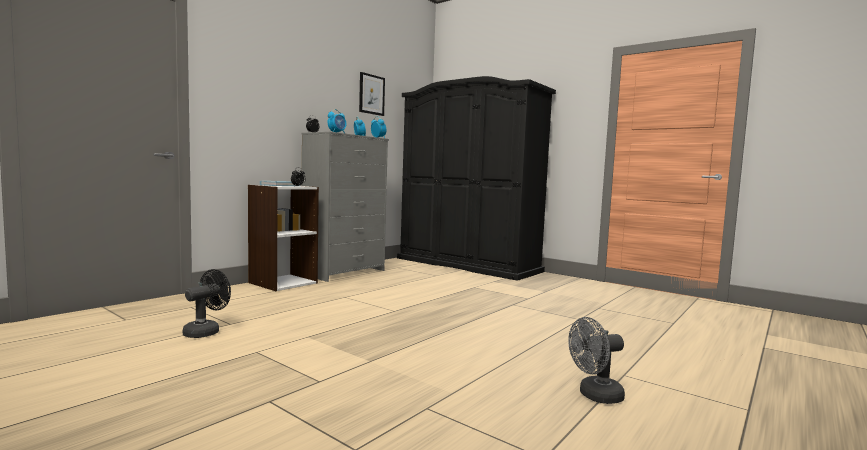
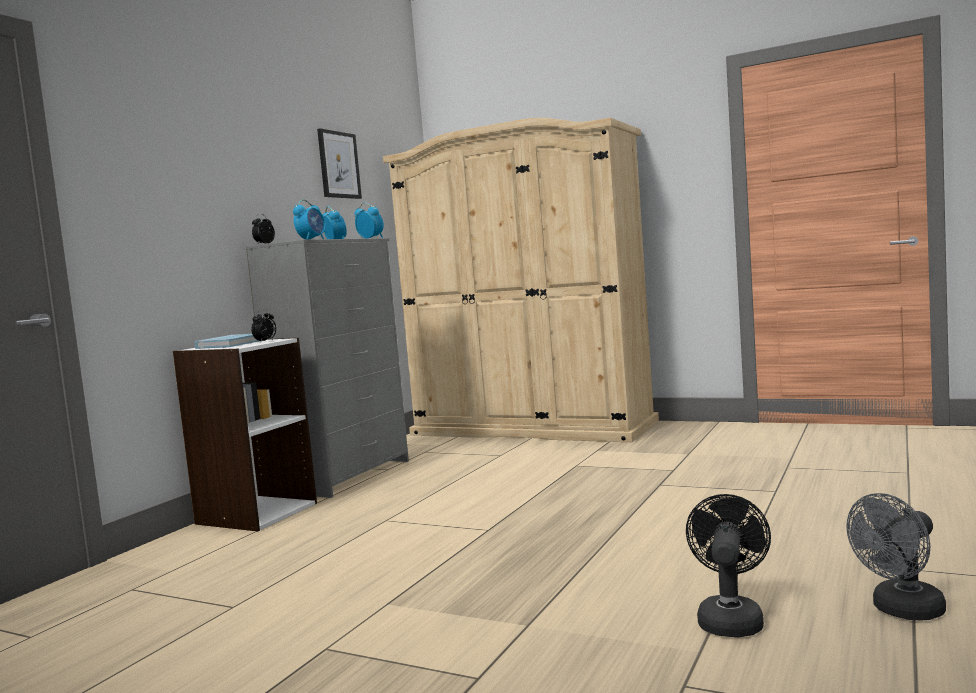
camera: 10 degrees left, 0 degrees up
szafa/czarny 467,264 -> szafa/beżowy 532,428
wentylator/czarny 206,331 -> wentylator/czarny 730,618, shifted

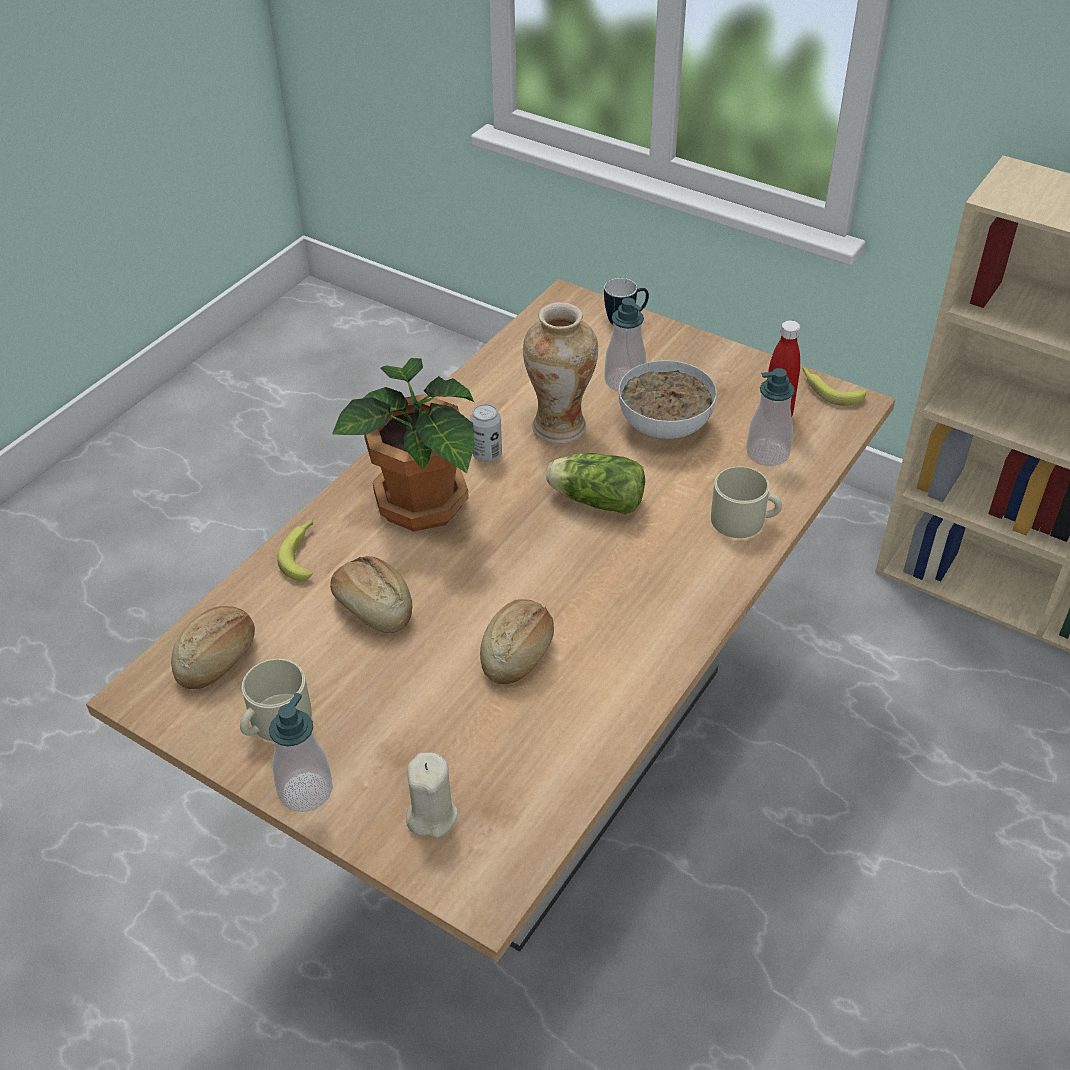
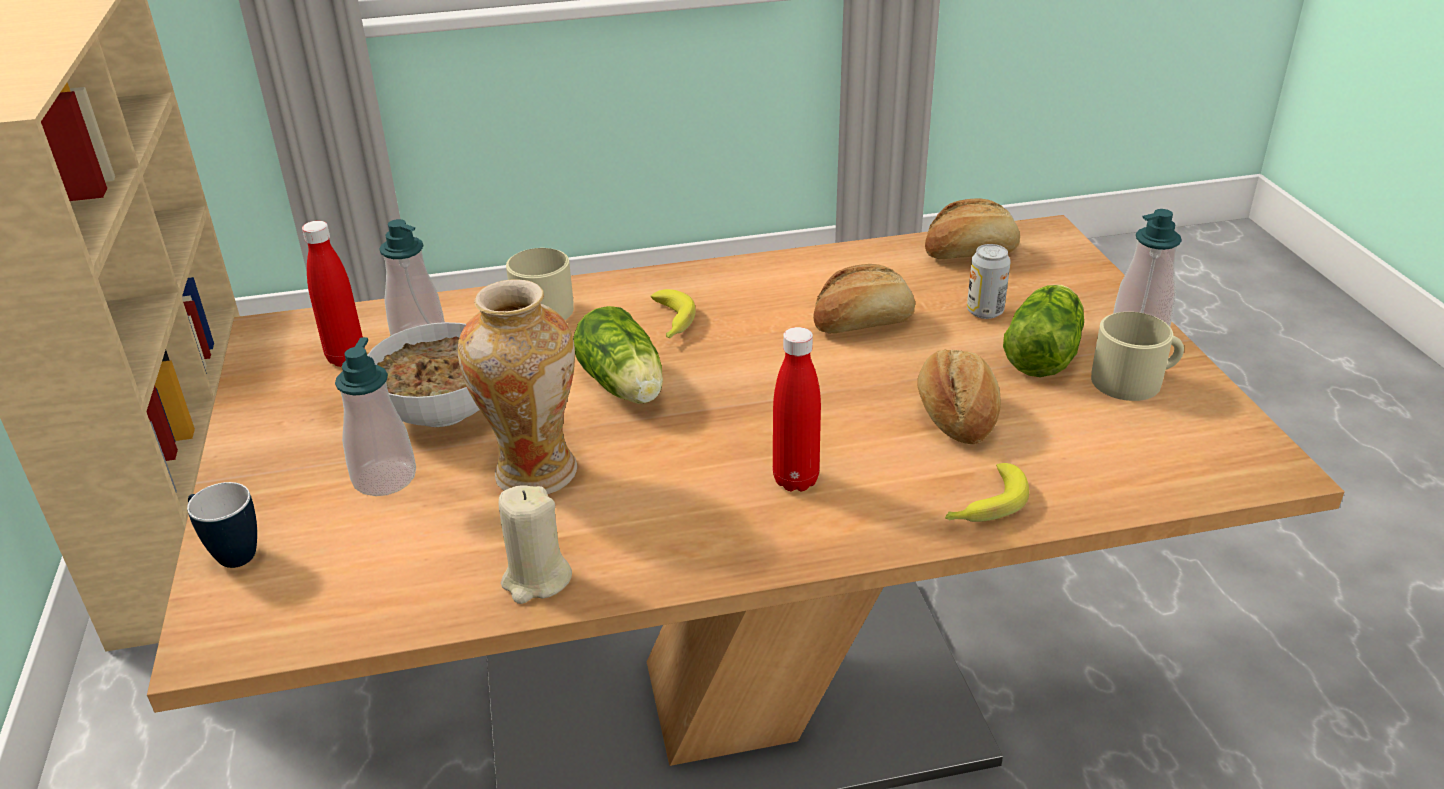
camera: 135 degrees left, 10 degrees down
roślina doniczkowa 421,505 -> butelka/czerwony 795,480
banan 829,390 -> banan 671,323, shifted
puszka 487,454 -> puszka 985,311, shifted
chleb 219,659 -> chleb 969,252, shifted
świeca/beżowy 431,815 -> świeca/beżowy 536,579, shifted
none -> sałata 1044,352

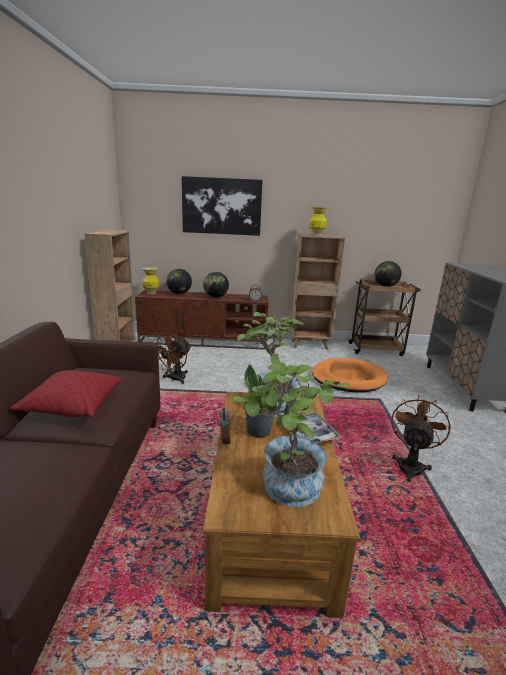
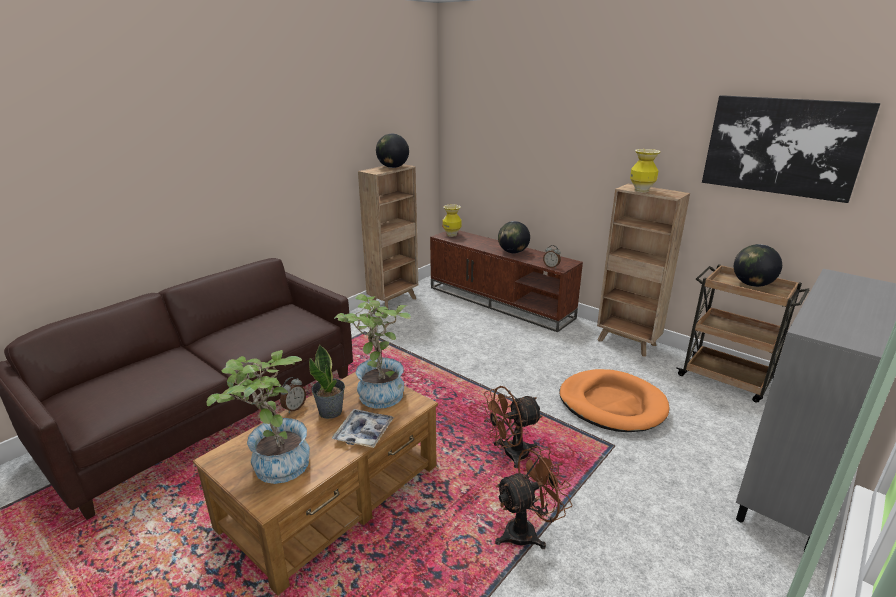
camera: 40 degrees right, 5 degrees up
obraz 221,206 -> obraz 782,146, shifted
globus 179,293 -> globus 393,167, shifted
wentylator/brązowy 174,379 -> wentylator/brązowy 509,454, shifted
poduszka/czerwony 72,406 -> none

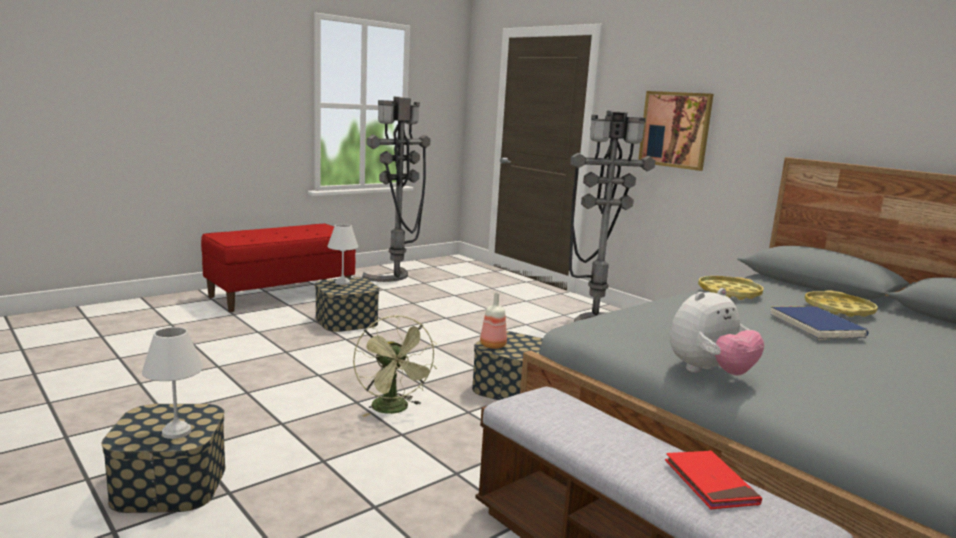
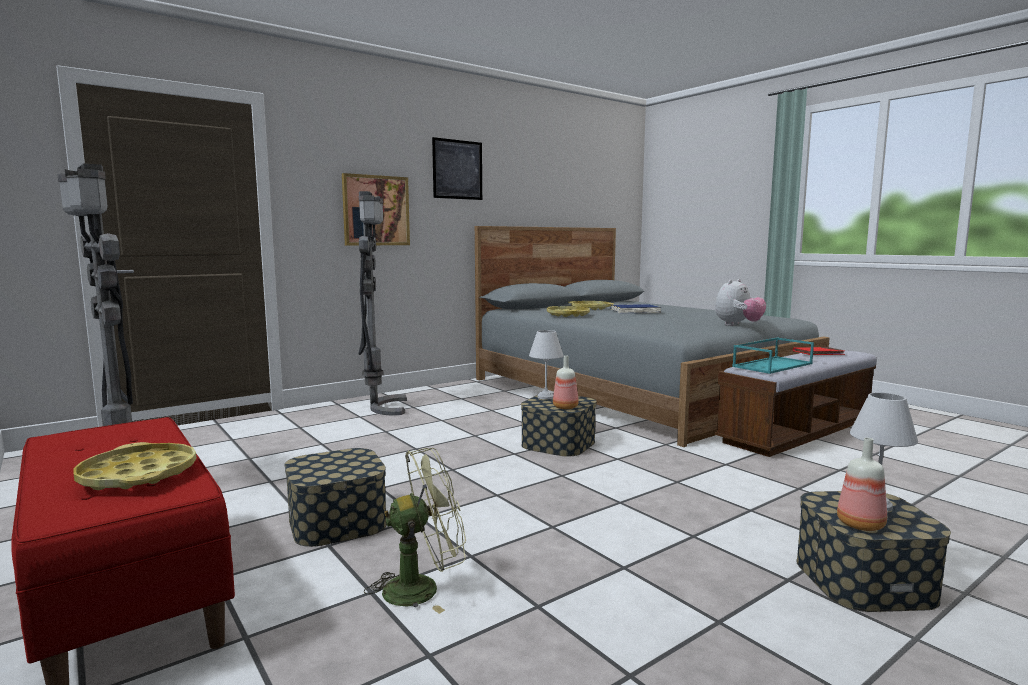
camera: 85 degrees left, 5 degrees down
lampa stołowa/biały 342,282 -> lampa stołowa/biały 545,397, shifted
pluszak 709,373 -> pluszak 738,325, 75 degrees clockwise
wentylator/zielony 394,410 -> wentylator/zielony 422,587, shifted
none -> obraz 457,169
none -> taca/turkusowy 772,365
none -> butelka 862,525
none -> taca/żółty 138,475

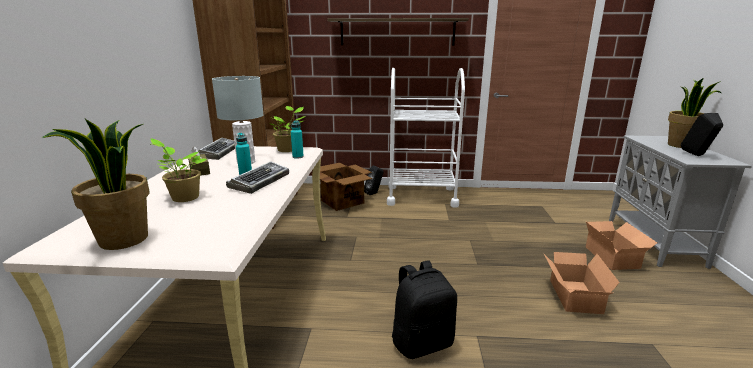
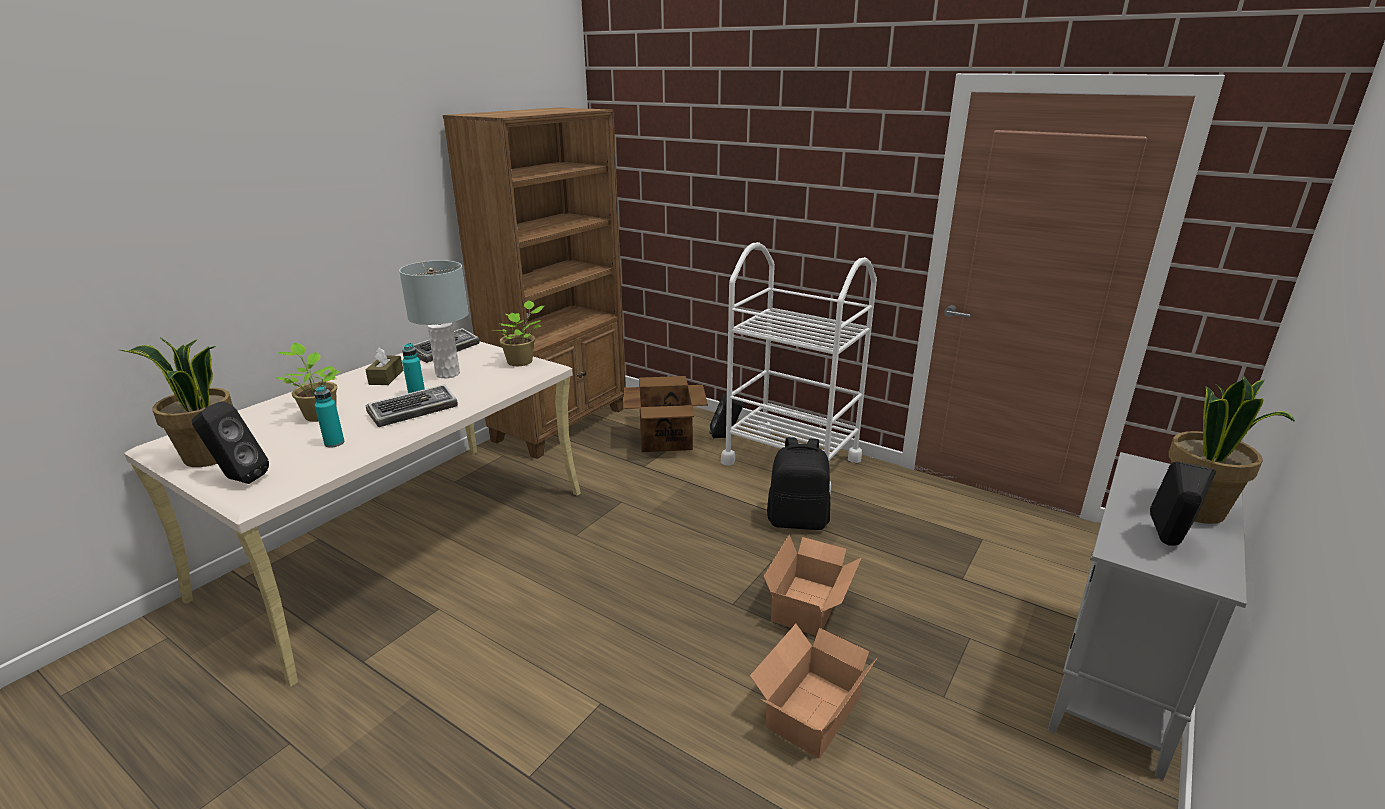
camera: 30 degrees right, 5 degrees up
półka 397,32 -> none
butelka/turkusowy 298,157 -> butelka/turkusowy 334,443, shifted
karton 613,256 -> karton 810,605, shifted
plecak/czarny 422,342 -> plecak/czarny 798,520, shifted
none -> głośnik/czarny 238,479

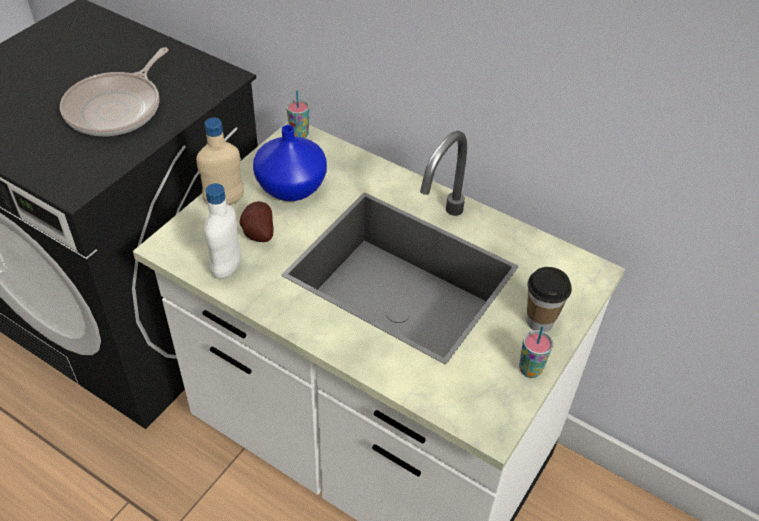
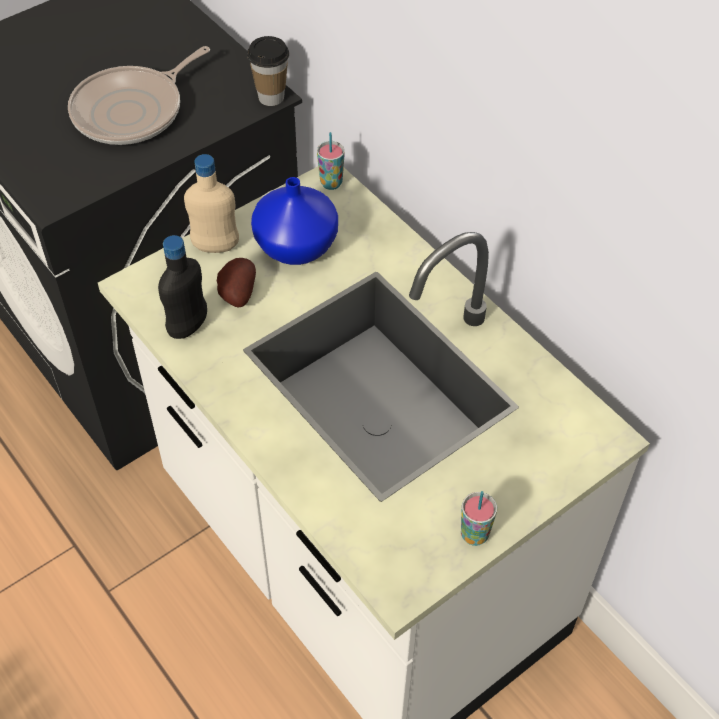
camera: 20 degrees right, 5 degrees up
butelka/biały 227,267 -> butelka/czarny 188,326
filiżanka 539,321 -> filiżanka 271,97, shifted

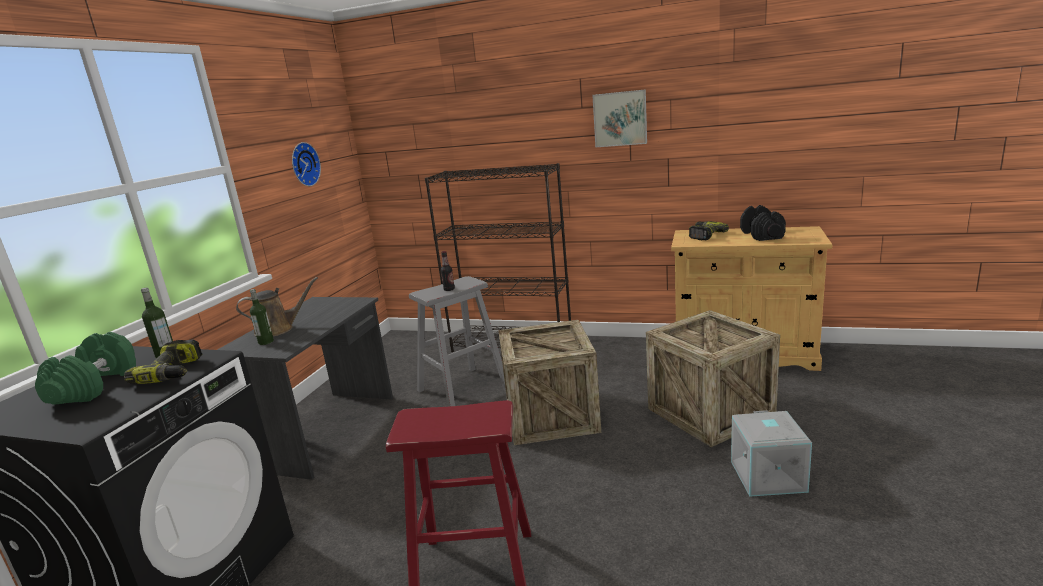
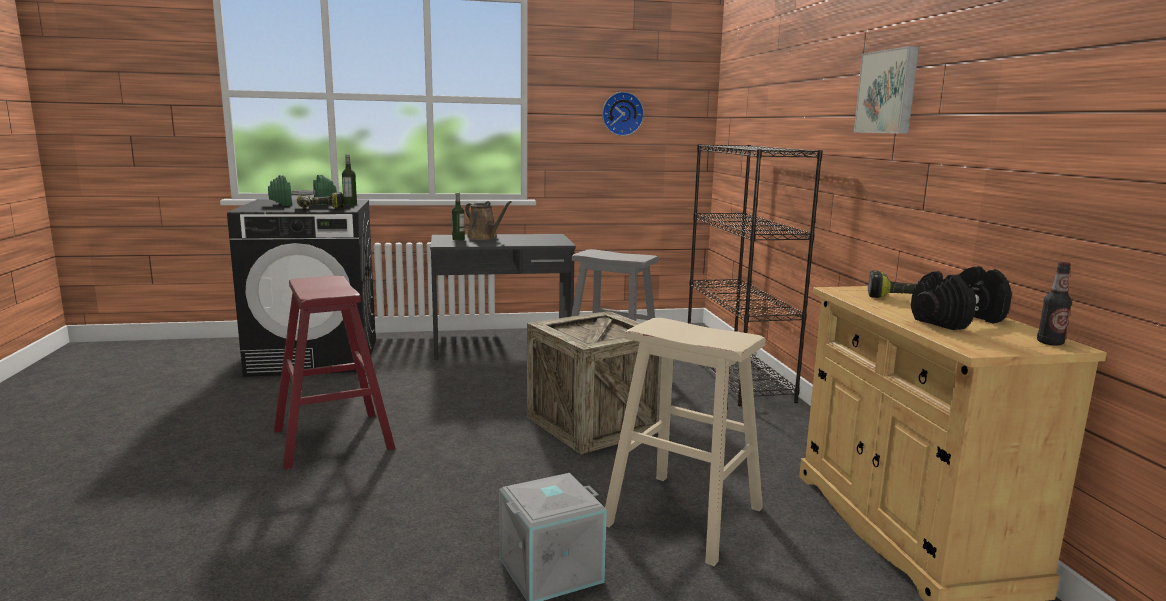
camera: 60 degrees right, 5 degrees down
butelka 449,289 -> butelka 1050,343, shifted
skrzynka 710,412 -> stołek/beżowy 684,516

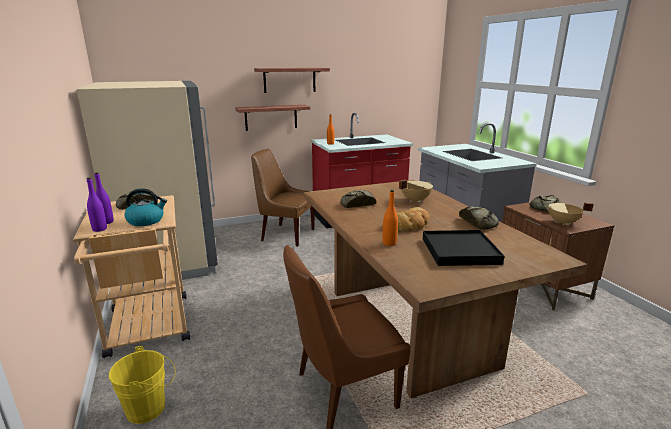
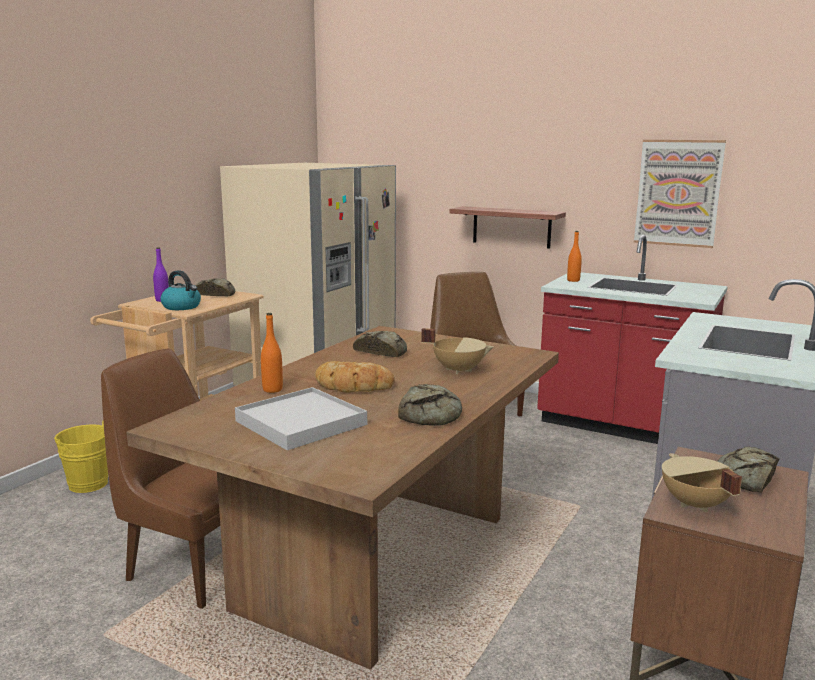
camera: 50 degrees right, 5 degrees down
półka 289,80 -> none
butelka/fioletowy 99,229 -> none
taca/czarny 459,251 -> taca/biały 301,423
none -> obraz 678,193

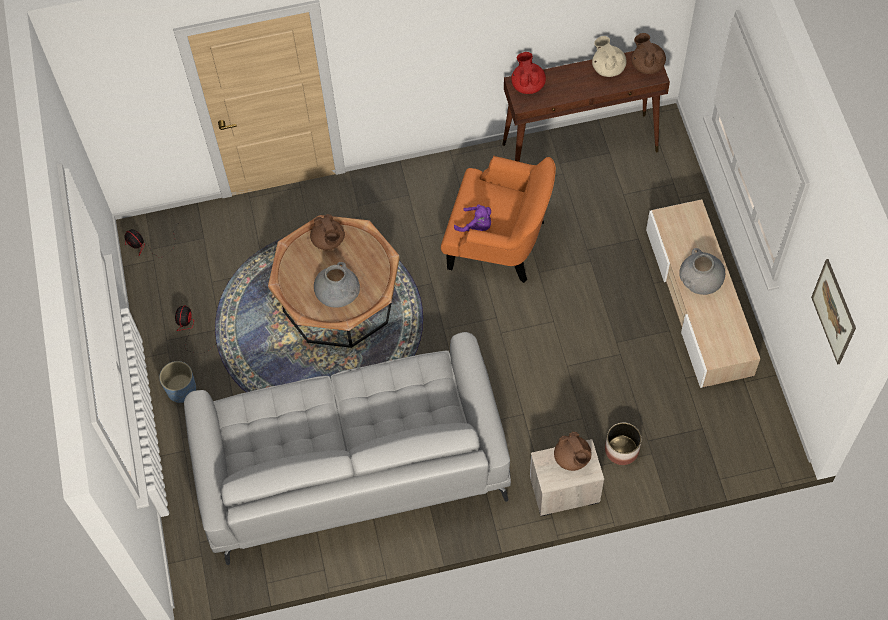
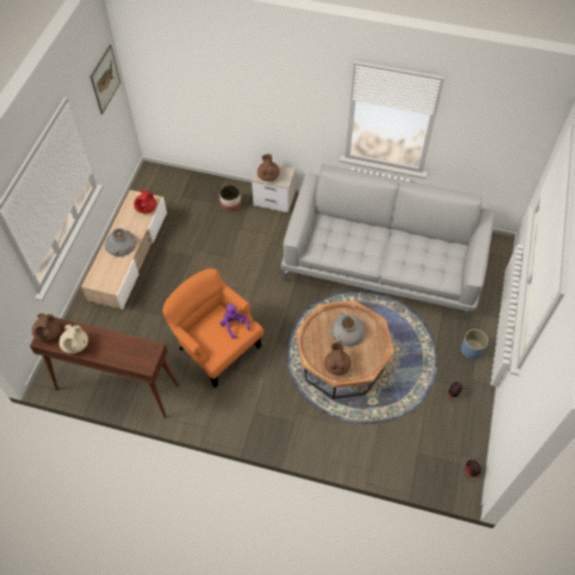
camera: 155 degrees left, 5 degrees down
imbryk/czerwony 528,84 -> imbryk/czerwony 146,209, shifted

